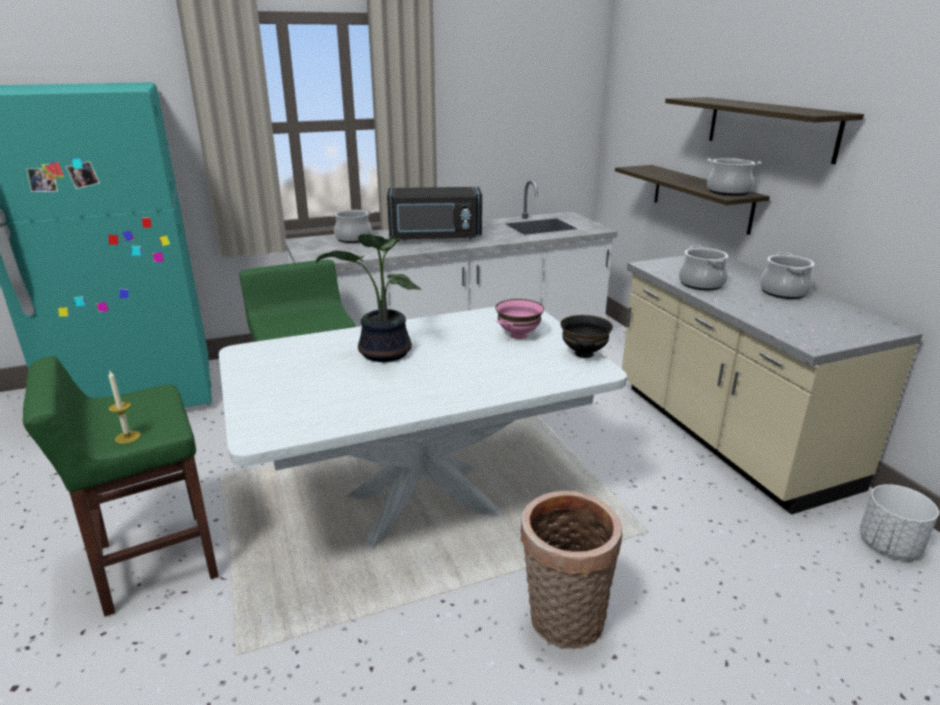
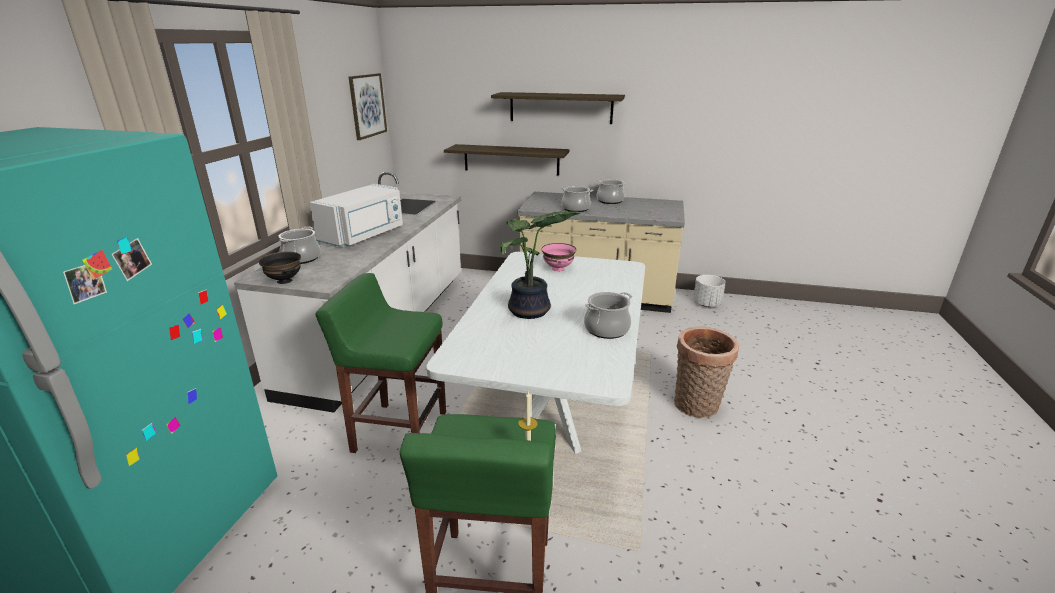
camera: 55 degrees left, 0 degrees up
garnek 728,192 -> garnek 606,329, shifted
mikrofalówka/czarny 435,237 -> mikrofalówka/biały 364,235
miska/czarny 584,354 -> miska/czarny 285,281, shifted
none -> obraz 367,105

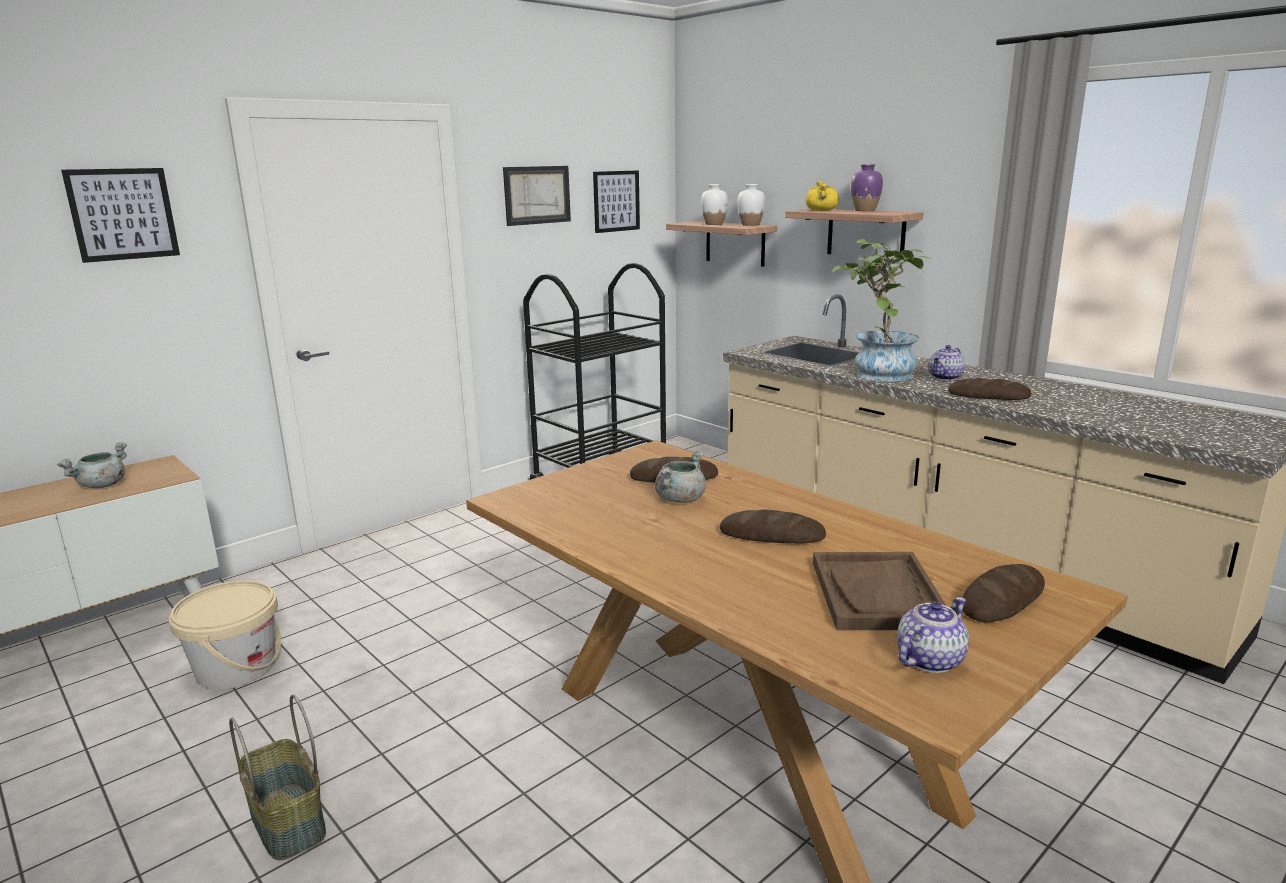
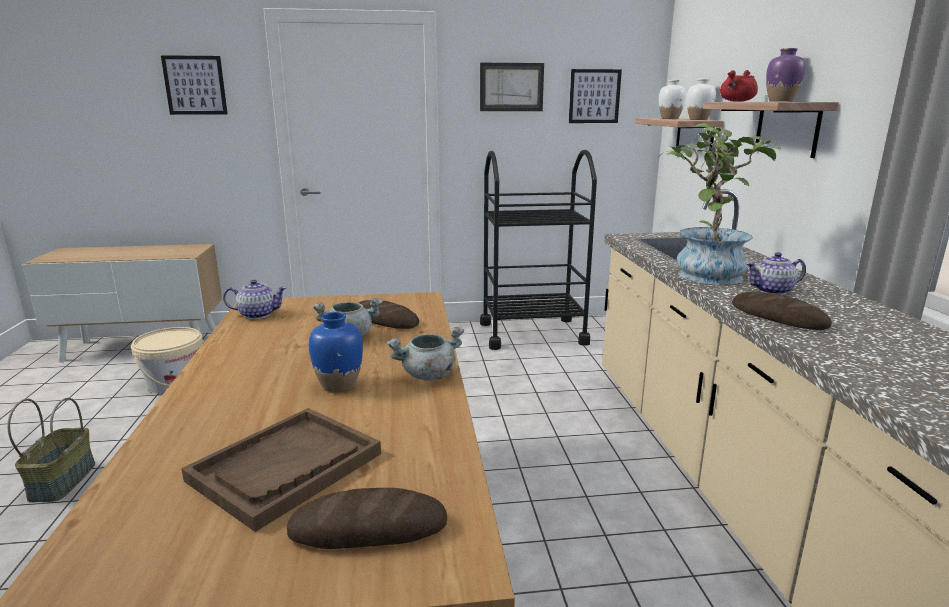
camera: 35 degrees right, 0 degrees up
garnek/żółty 822,210 -> garnek/czerwony 737,101
garnek/szary 102,485 -> garnek/szary 428,376, shifted
chleb 772,535 -> wazon/niebieski 339,385
imbryk 928,660 -> imbryk 257,314, shifted

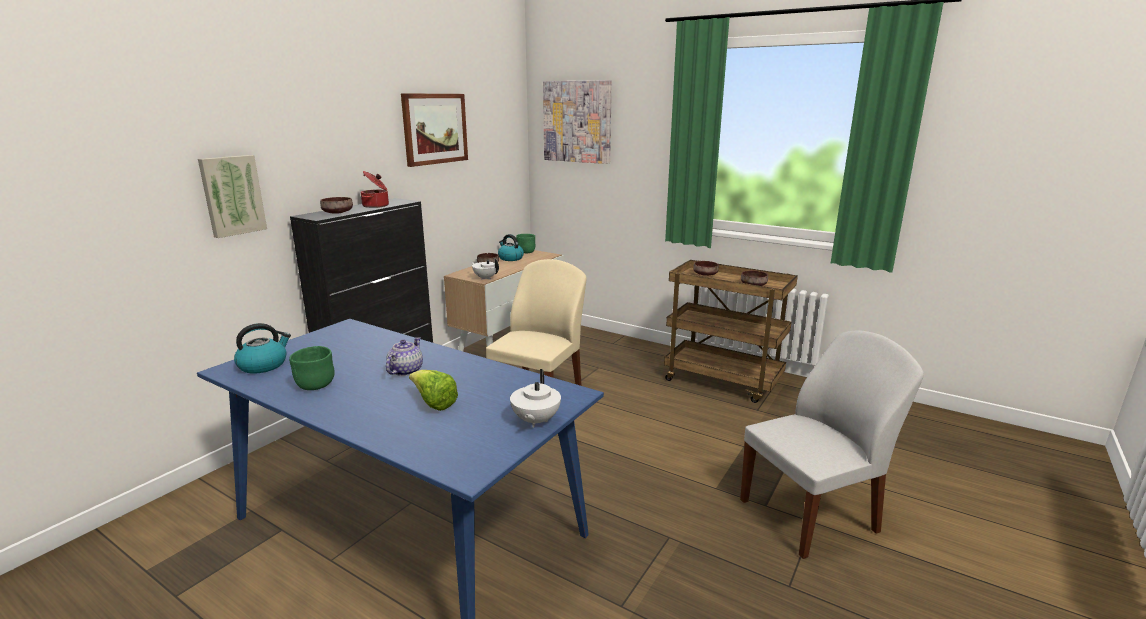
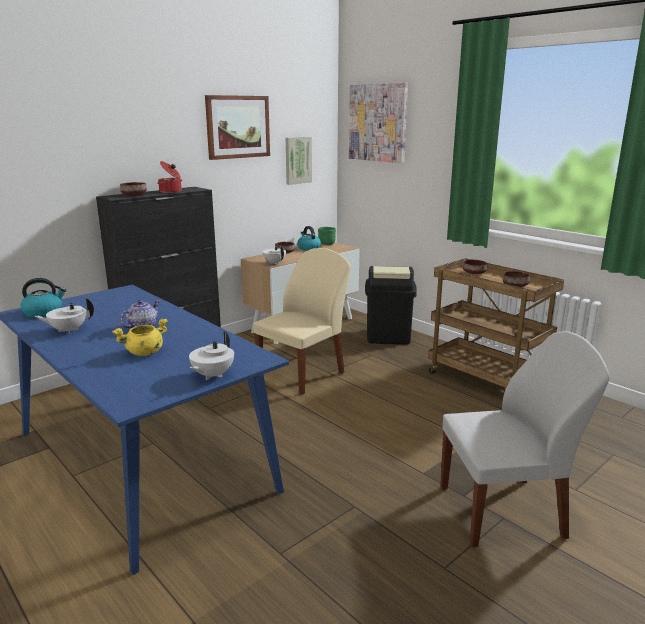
camera: 15 degrees right, 0 degrees up
obraz 232,195 -> obraz 297,160, shifted
miska/zielony 315,385 -> imbryk/biały 68,330
sałata 433,403 -> garnek/żółty 144,353
none -> kosz na śmieci/czarny 388,337

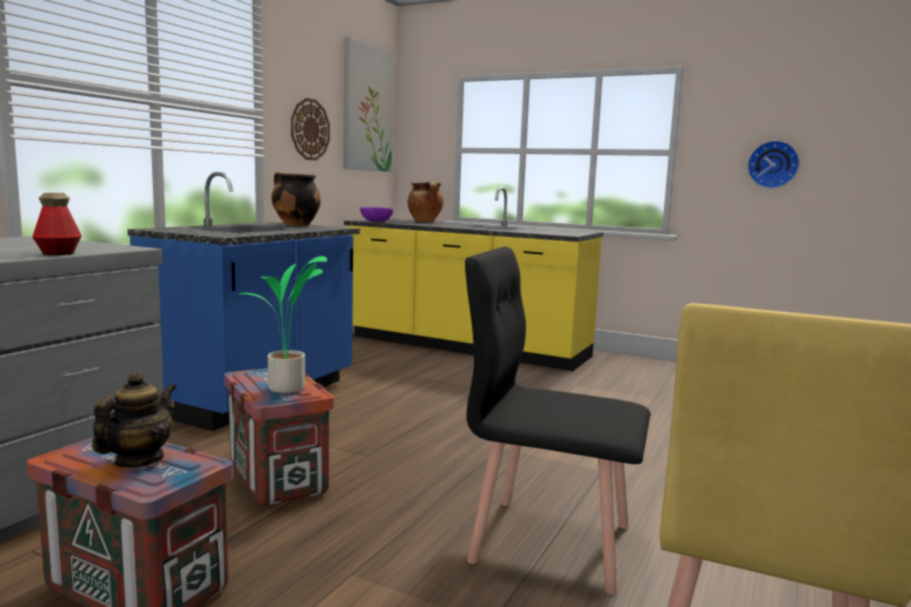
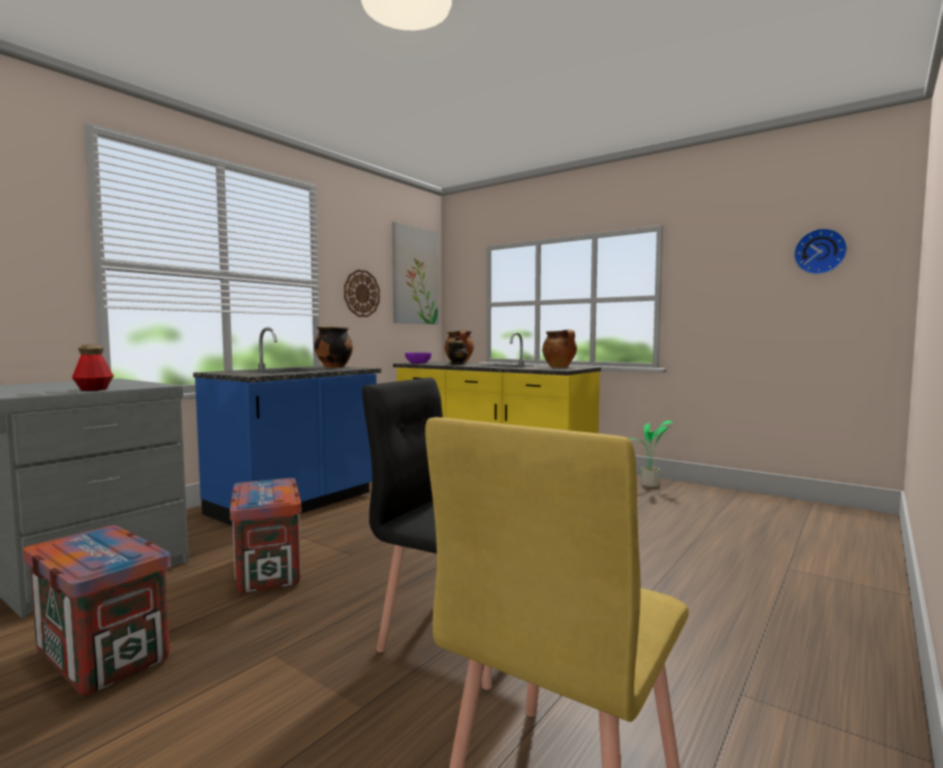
camera: 10 degrees right, 5 degrees down
zegar ścienny 773,164 -> zegar ścienny 820,252, shifted
roślina doniczkowa 287,389 -> roślina doniczkowa 650,485, shifted
imbryk 138,460 -> imbryk 457,364, shifted
none -> garnek 560,367

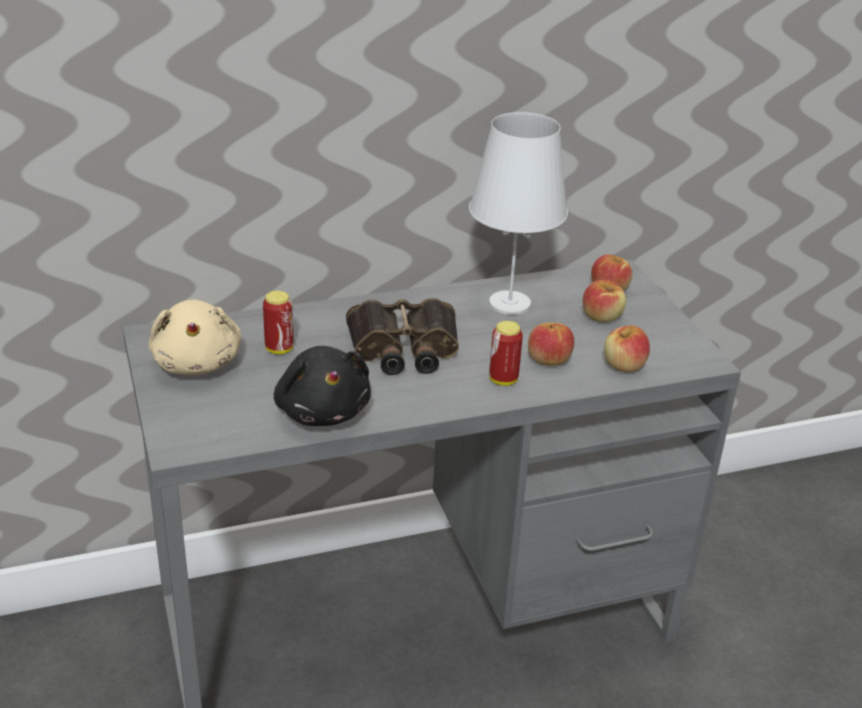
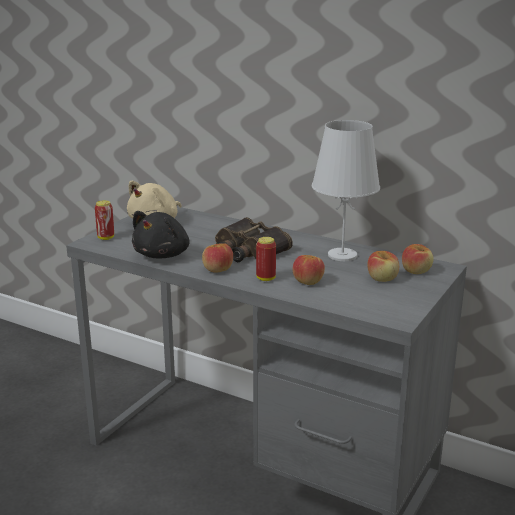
camera: 50 degrees right, 10 degrees down
puszka 279,349 -> puszka 106,238, shifted
jabłko 624,366 -> jabłko 217,269, shifted

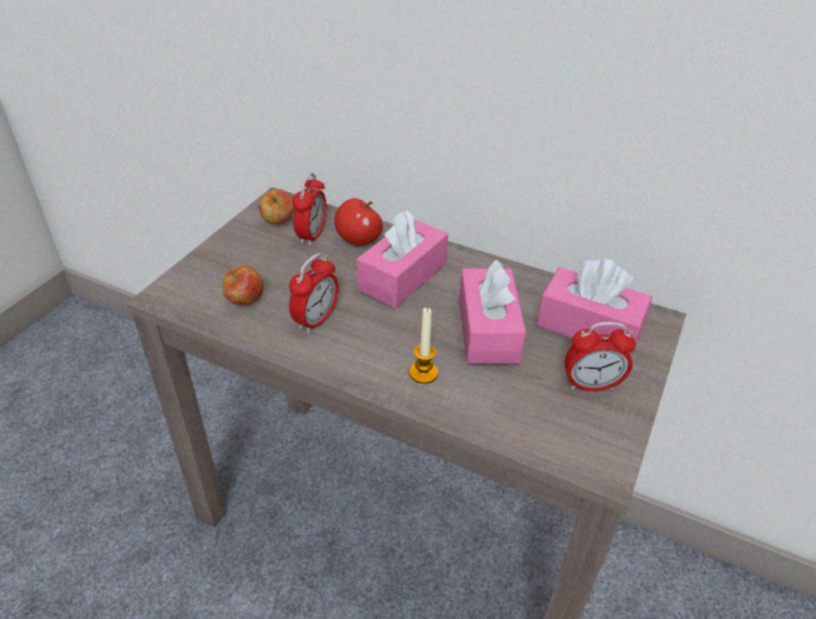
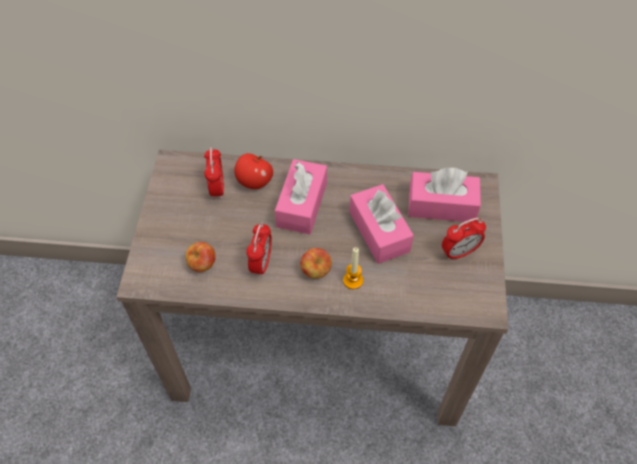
camera: 20 degrees left, 15 degrees up
jabłko 278,222 -> jabłko 315,271, shifted

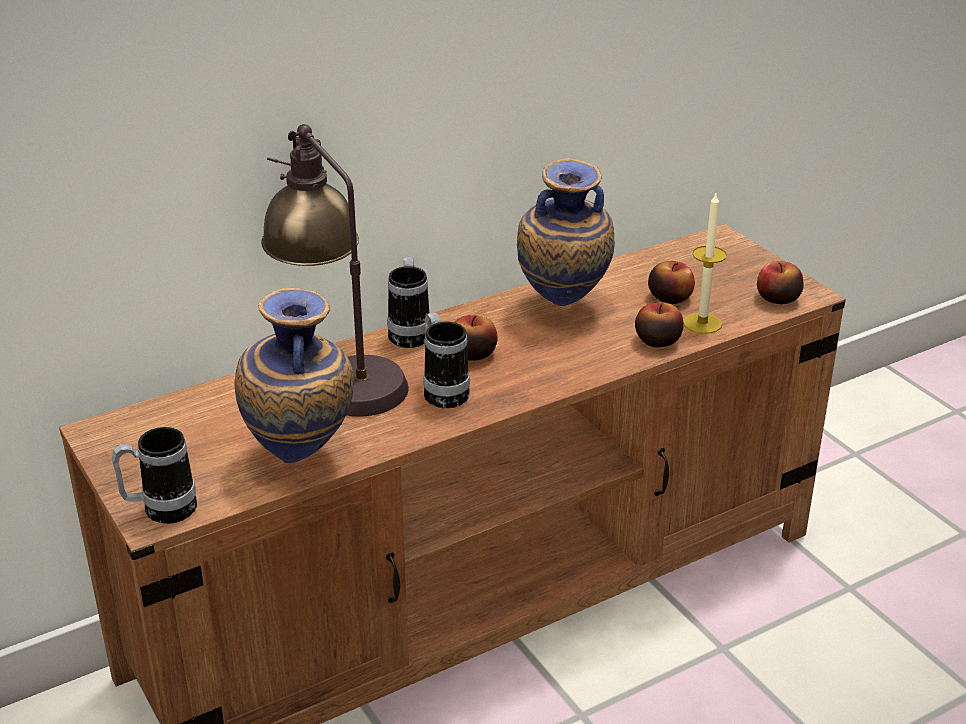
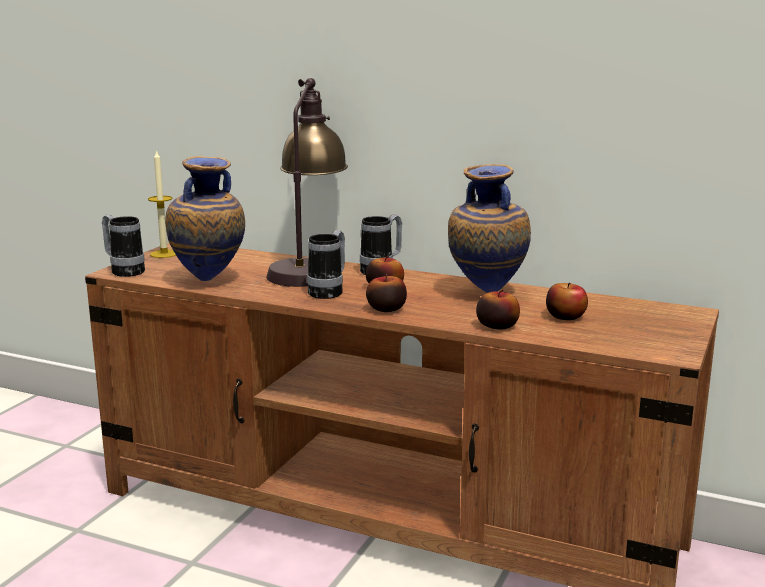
camera: 55 degrees right, 15 degrees down
świeca 702,323 -> świeca 164,254, shifted
jabłko 777,298 -> jabłko 386,309, shifted

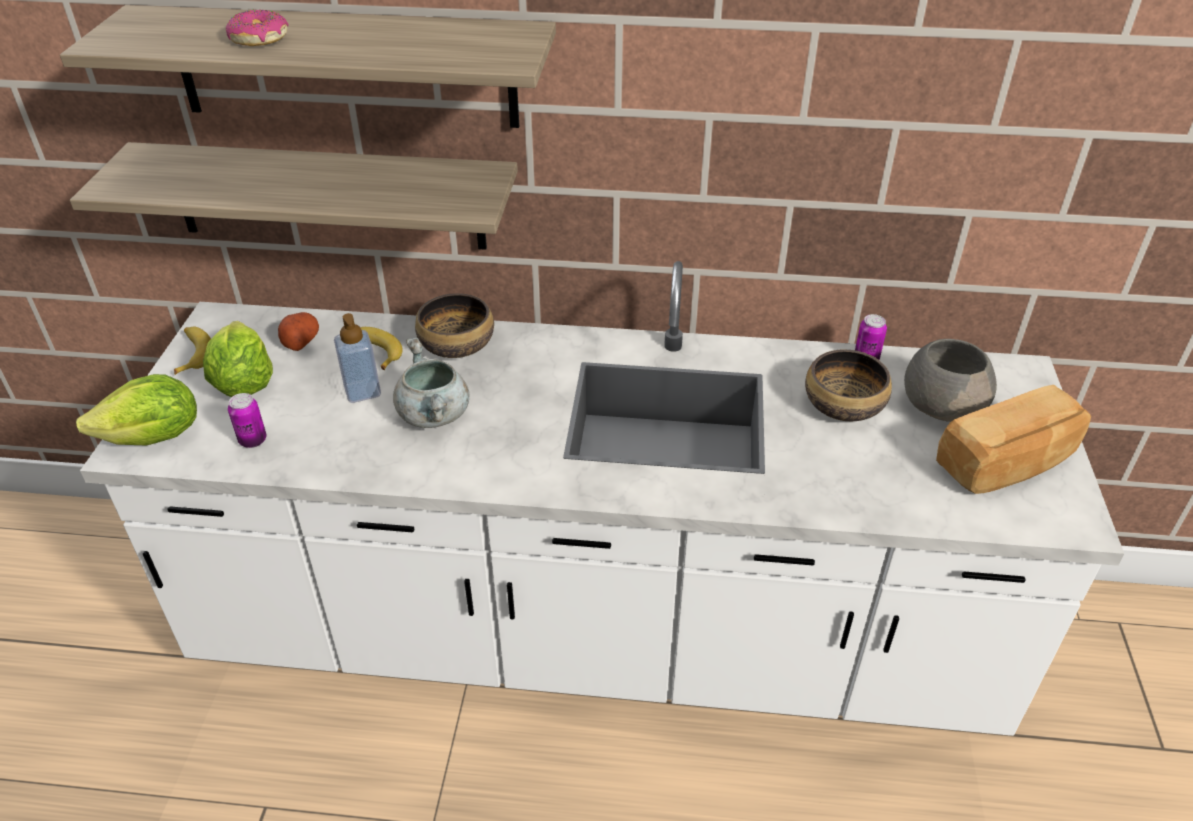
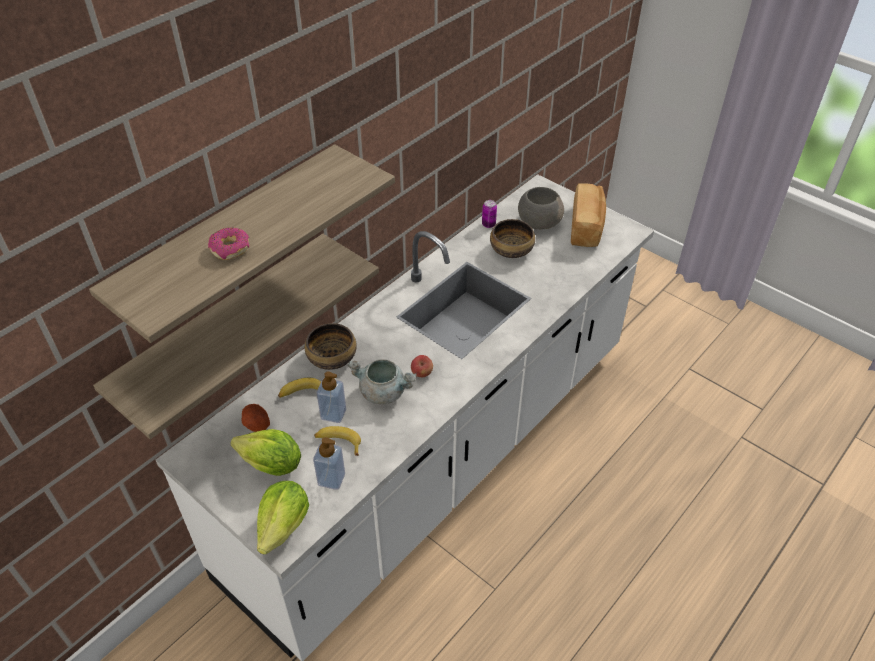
camera: 55 degrees left, 5 degrees up
banan 193,354 -> banan 338,442, shifted
puszka 253,440 -> dozownik mydła 331,479
none -> jabłko 422,373

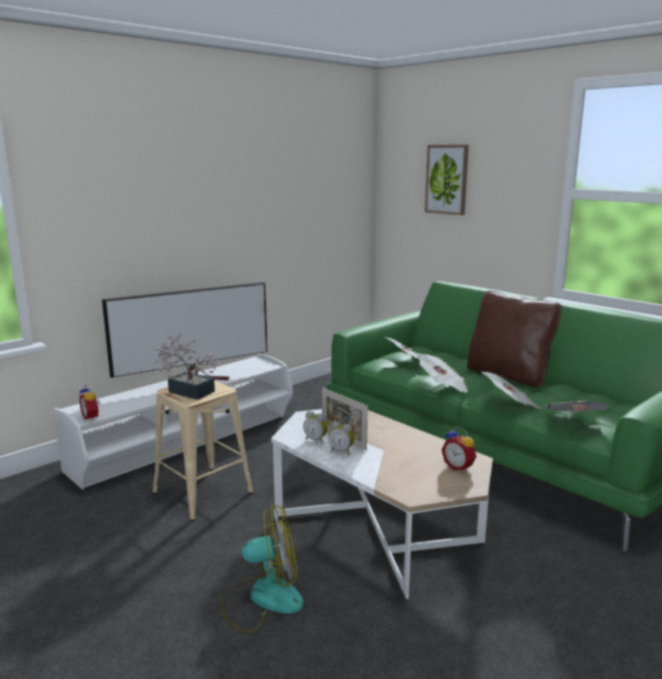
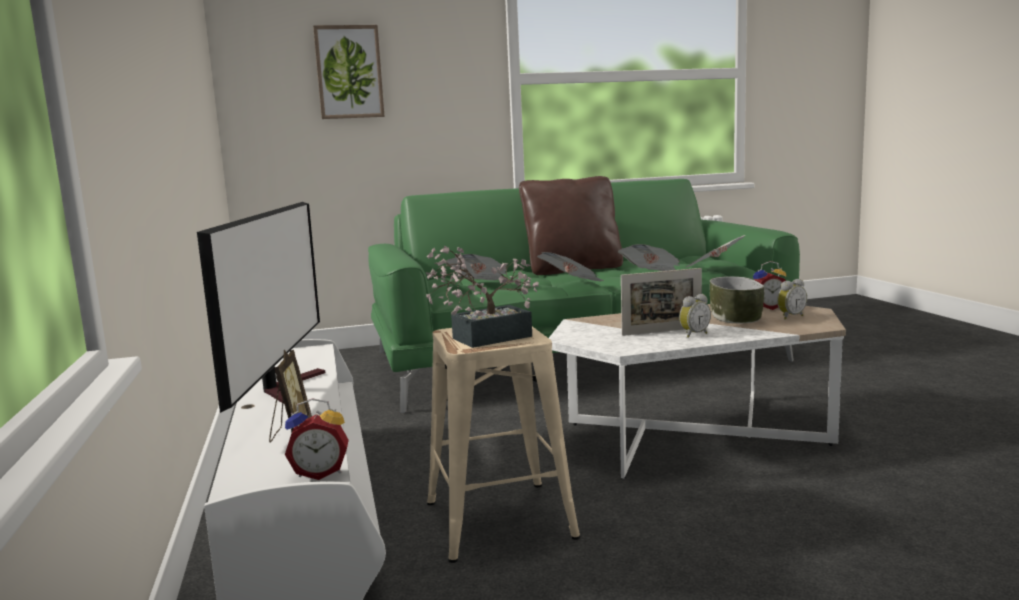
camera: 60 degrees left, 5 degrees down
budzik 316,440 -> budzik 790,317, shifted
wentylator 262,598 -> none
none -> miska 736,317
none -> ramka na zdjęcie 290,434

